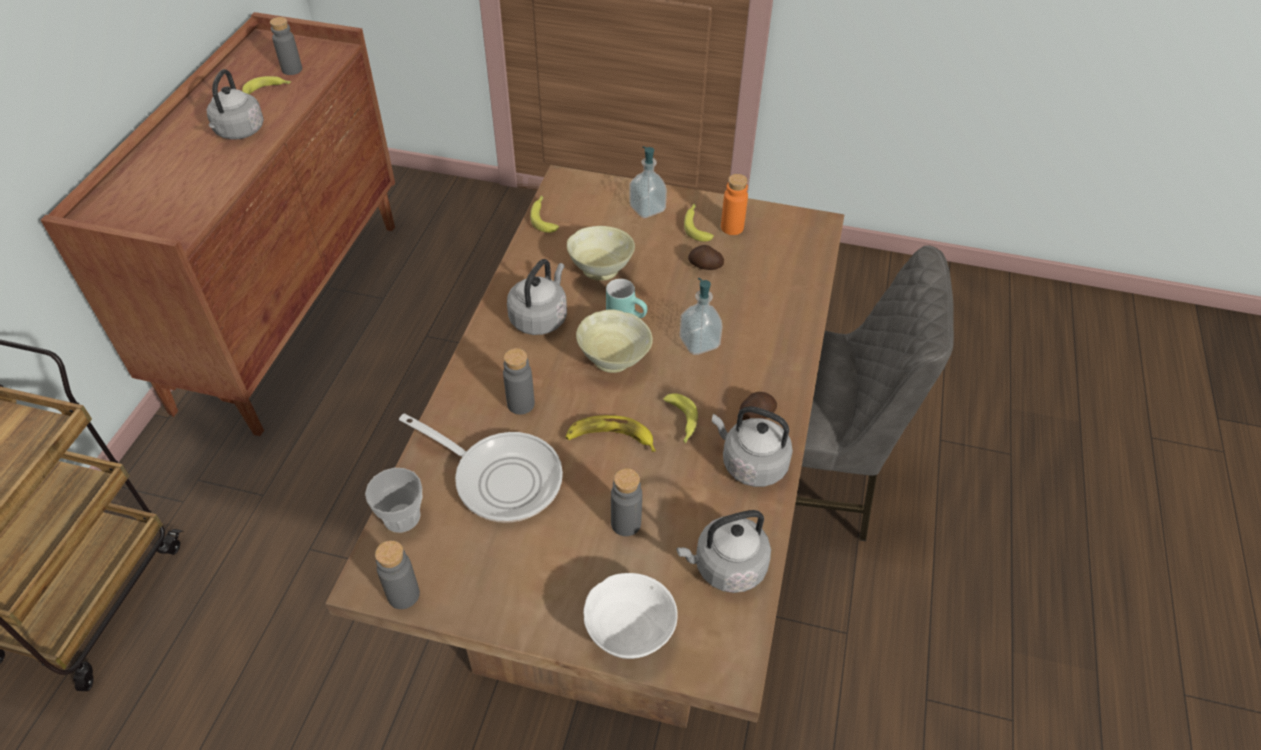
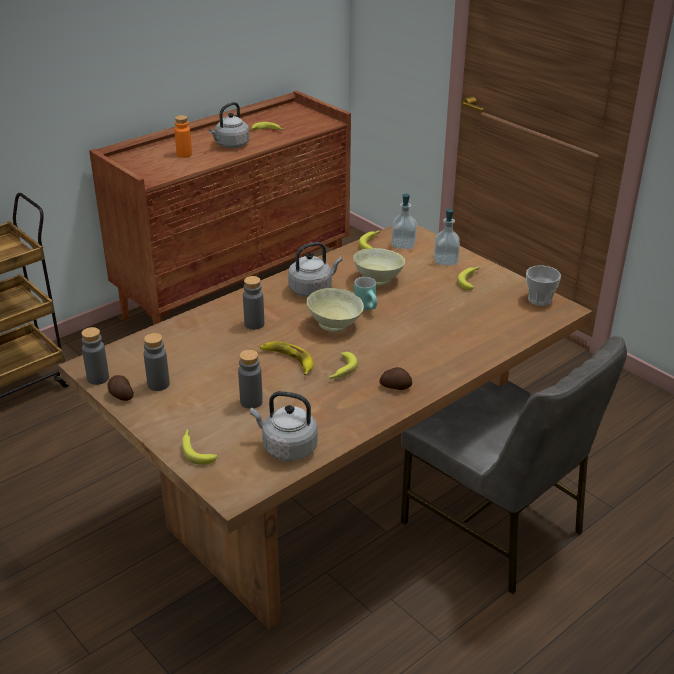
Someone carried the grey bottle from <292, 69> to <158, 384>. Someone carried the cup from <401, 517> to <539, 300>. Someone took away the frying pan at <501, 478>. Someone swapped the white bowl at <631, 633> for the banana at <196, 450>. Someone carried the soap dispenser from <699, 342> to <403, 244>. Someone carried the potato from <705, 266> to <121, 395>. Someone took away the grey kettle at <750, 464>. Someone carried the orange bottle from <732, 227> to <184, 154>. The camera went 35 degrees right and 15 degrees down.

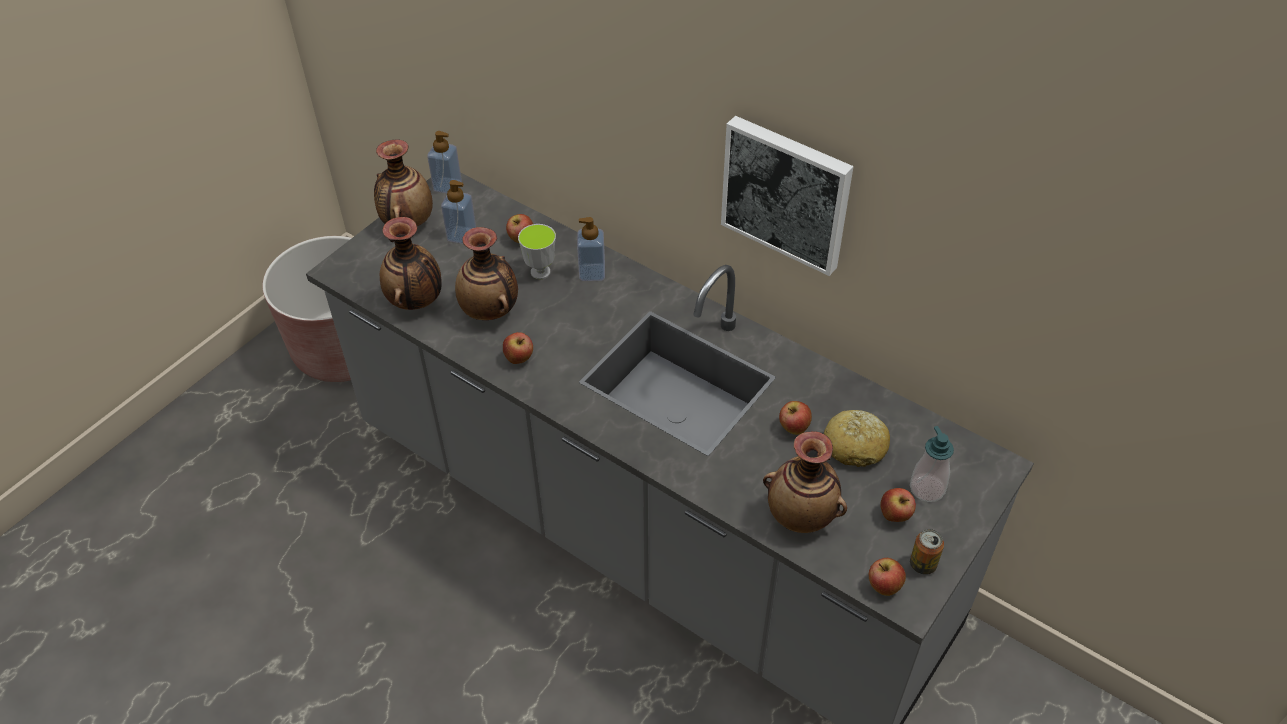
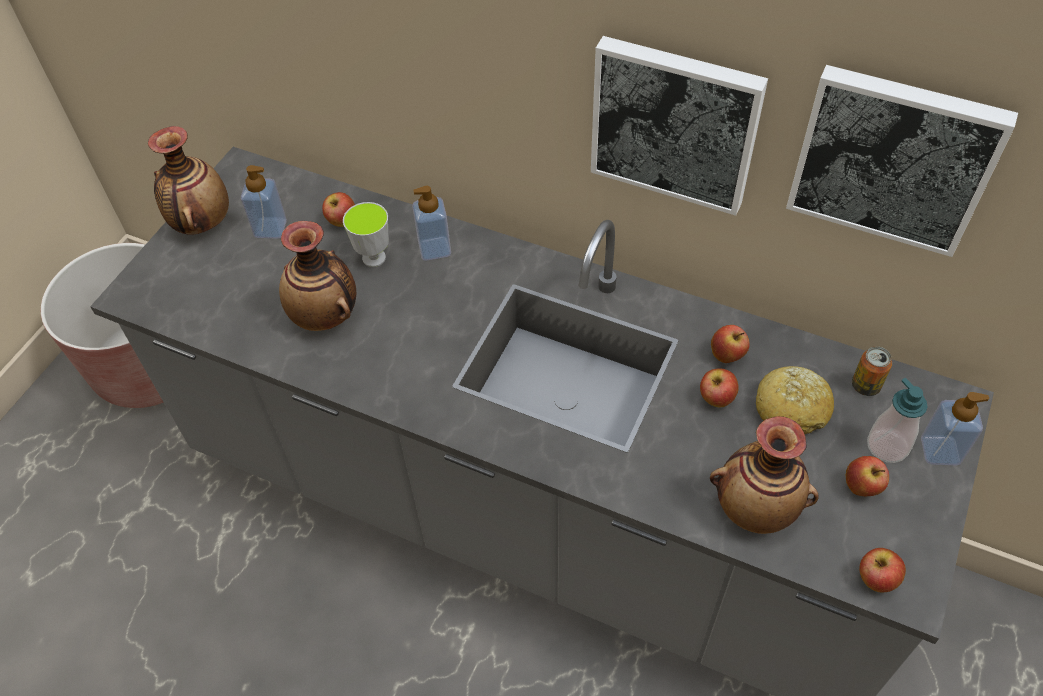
Someone took away the vase at <416, 301>. Someone carried the soap dispenser from <447, 186> to <940, 450>. Someone carried the apple from <519, 359> to <727, 355>. Someone carried the can from <922, 564> to <865, 386>. Someone put up the picture at <894, 158>. The camera went 10 degrees left and 5 degrees up.

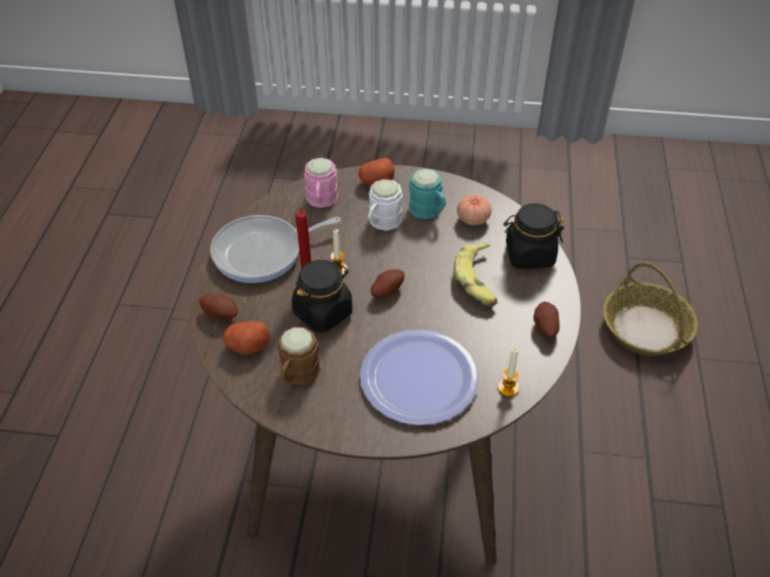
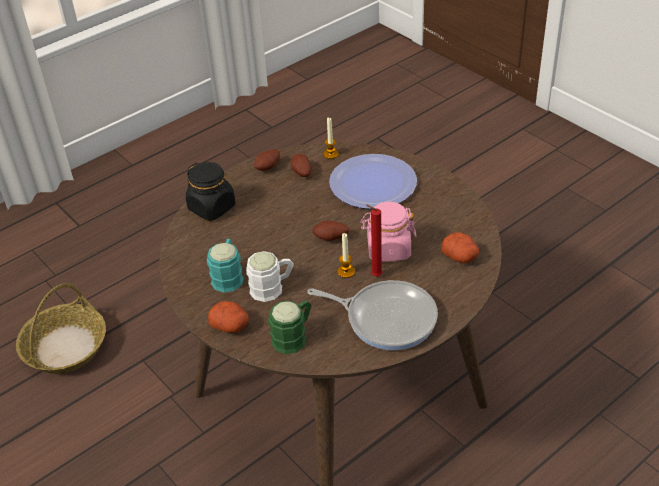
Someone carried the potato from <221, 314> to <301, 173>. Someone took away the brown mug at <297, 375>. Someone repainted the black jar at <323, 312>, which became the pink jar at <388, 249>. Someone repainted the pink mug at <321, 201>, which became the green mug at <294, 336>. Someone took away the banana at <477, 281>. Someone took away the tomato at <473, 219>. The camera went 135 degrees left and 5 degrees down.

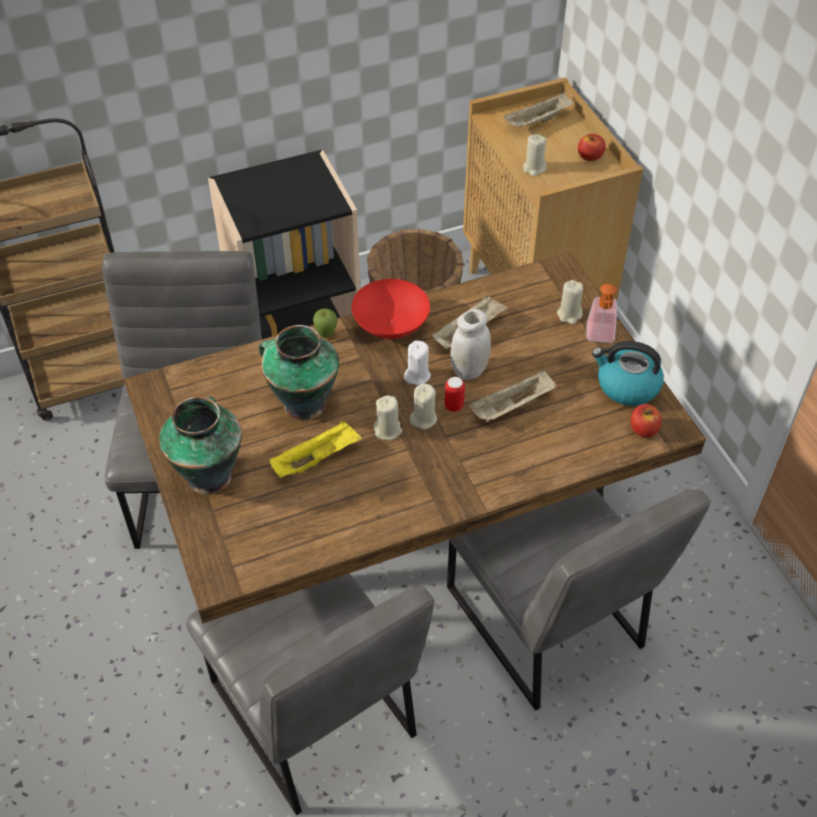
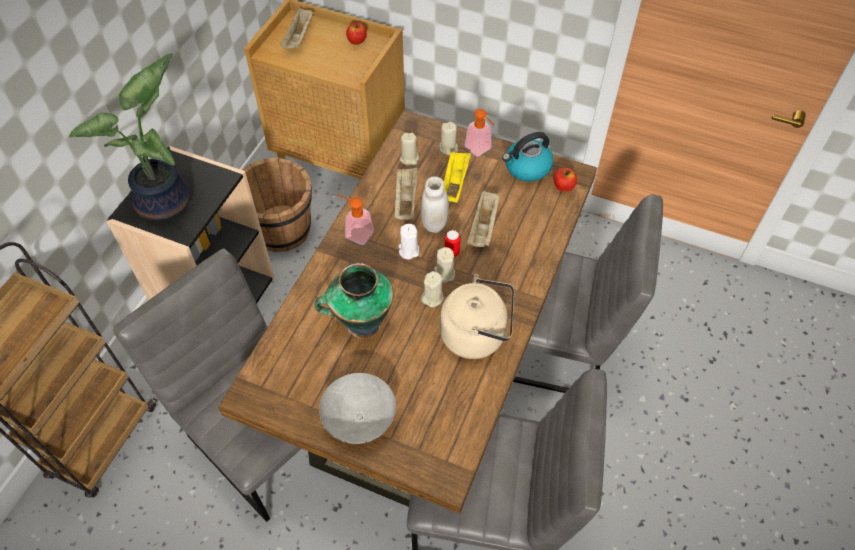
Someone swapped the vase at <210, 475> for the grey bowl at <360, 418>. Someone carried the yellow tray from <317, 459> to <454, 183>. Someone took away the apple at <326, 335>. Someone swapped the red bowl at <390, 327> for the soap dispenser at <355, 233>. Someone carried the beige candle from <534, 168> to <409, 159>. Someone put down the potted plant at <168, 202>. Someone put down the beige kettle at <477, 335>. The camera went 45 degrees left and 5 degrees up.

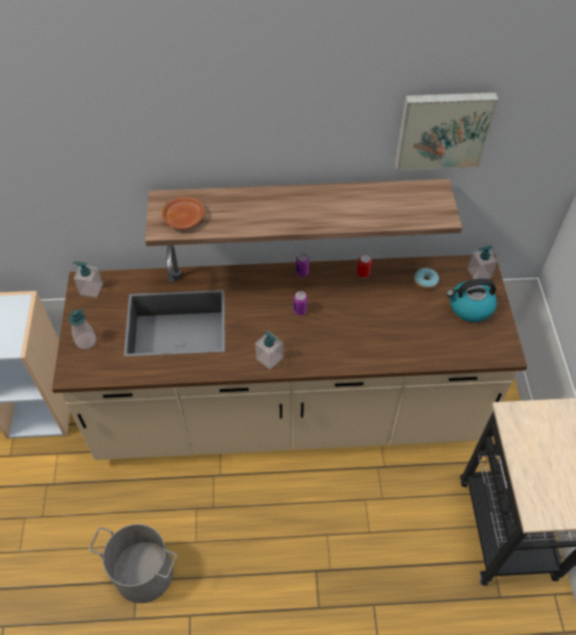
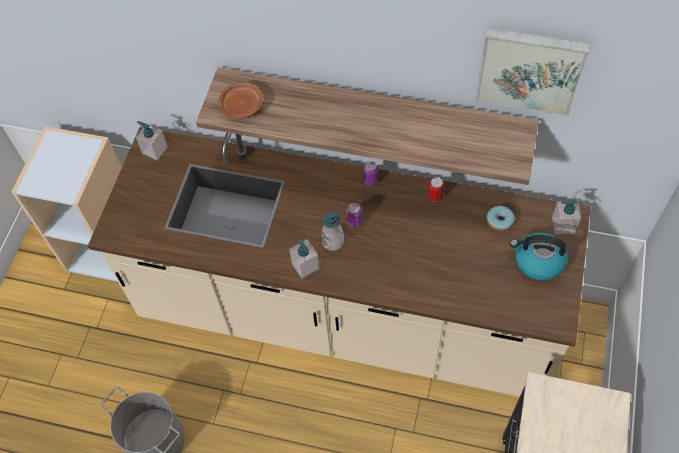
Someone carried the soap dispenser from <86, 341> to <333, 241>. The camera went 20 degrees right and 5 degrees up.

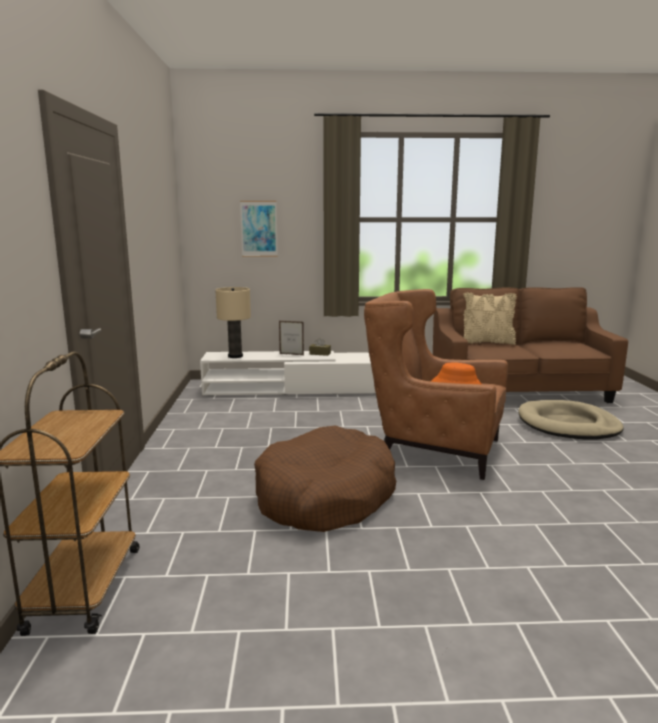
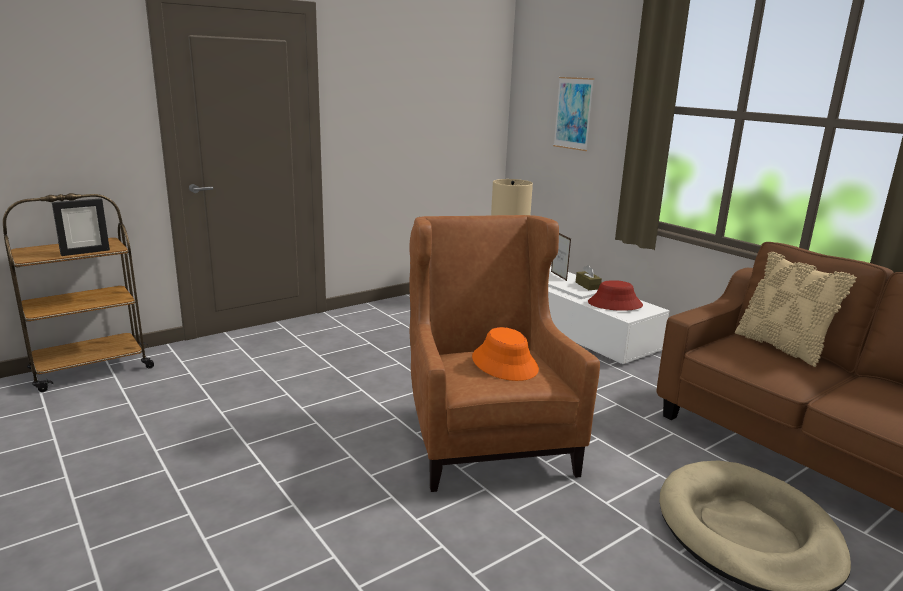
Someone took away the brown dog bed at <325, 497>. Someone put down the picture frame at <85, 252>. Someone put down the red hat at <615, 304>. The camera went 55 degrees right and 5 degrees up.

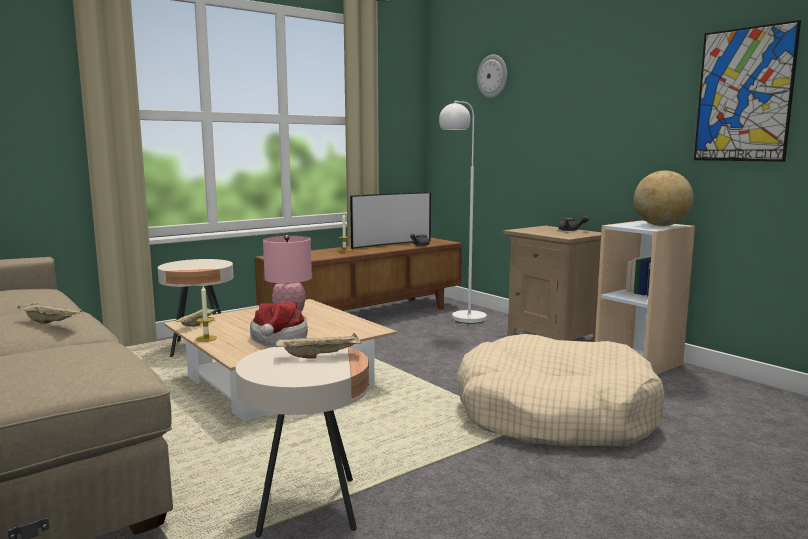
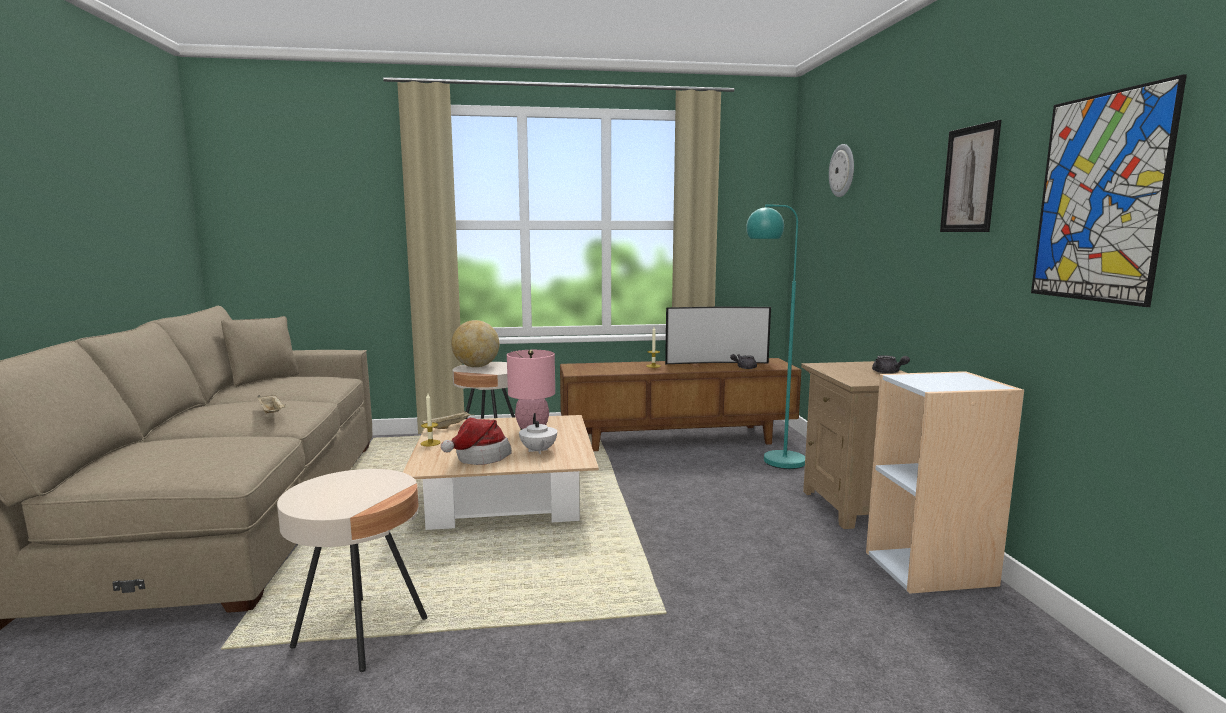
Someone took away the beige tray at <320, 356>. Someone repainted the white floor lamp at <462, 321>, which became the turquoise floor lamp at <773, 463>. Someone took away the beige dog bed at <554, 415>. Someone carried the globe from <661, 226> to <476, 366>. Someone put down the white teapot at <538, 451>. Someone put up the picture at <969, 179>. The camera went 30 degrees right and 0 degrees up.

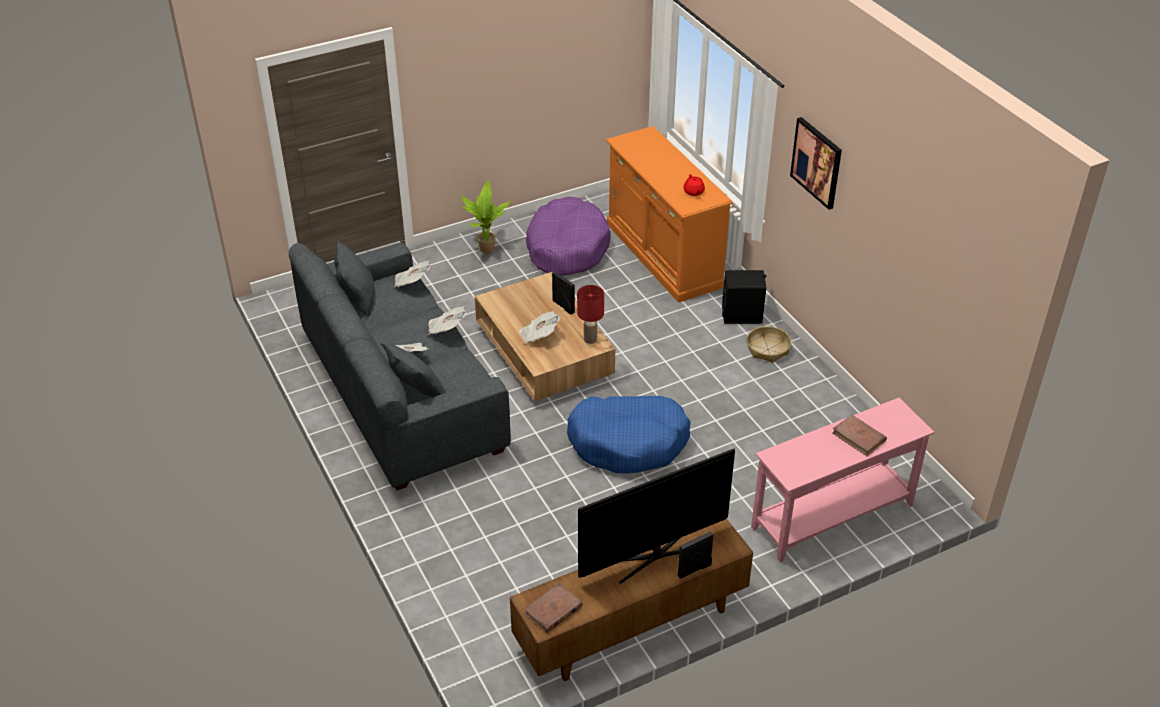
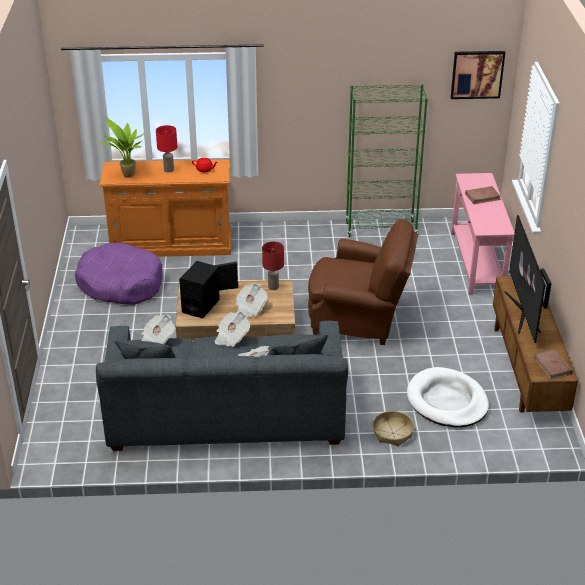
Someone carried the potted plant from <485, 250> to <127, 176>. Someone swapped the blue dog bed at <628, 442> for the brown armchair at <360, 319>. Someone carried the black speaker from <742, 315> to <200, 306>. Someone carried the basket from <768, 349> to <392, 433>. Someone carried the picture from <817, 162> to <477, 74>. Someone put down the red table lamp at <169, 170>. Someone put down the green bookcase at <381, 229>. Someone put down the white dog bed at <447, 401>. The camera went 65 degrees left and 5 degrees down.

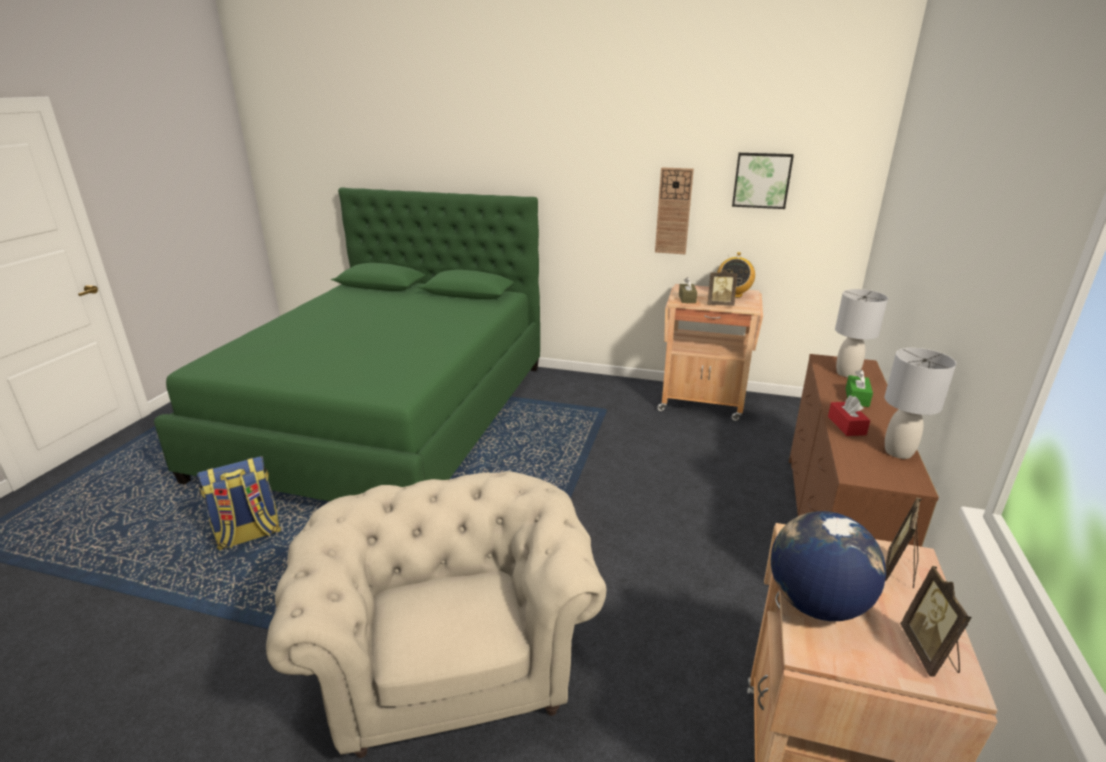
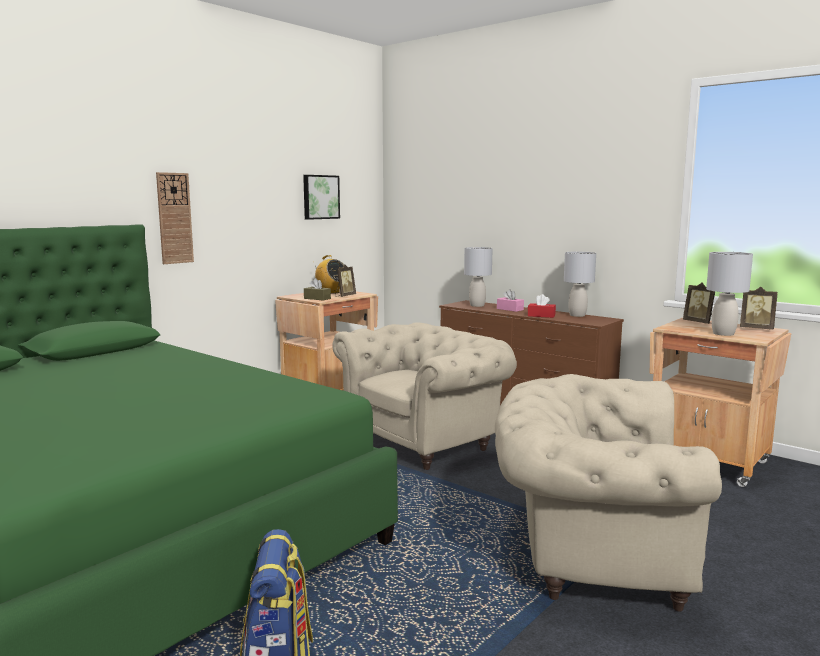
Someone carried the wall clock from <673, 211> to <174, 218>. Someone swapped the globe at <815, 603> for the grey table lamp at <723, 334>. Someone repainted the green tissue box at <857, 397>, which became the pink tissue box at <510, 309>. Someone put down the beige armchair at <427, 440>. The camera went 65 degrees left and 15 degrees down.

